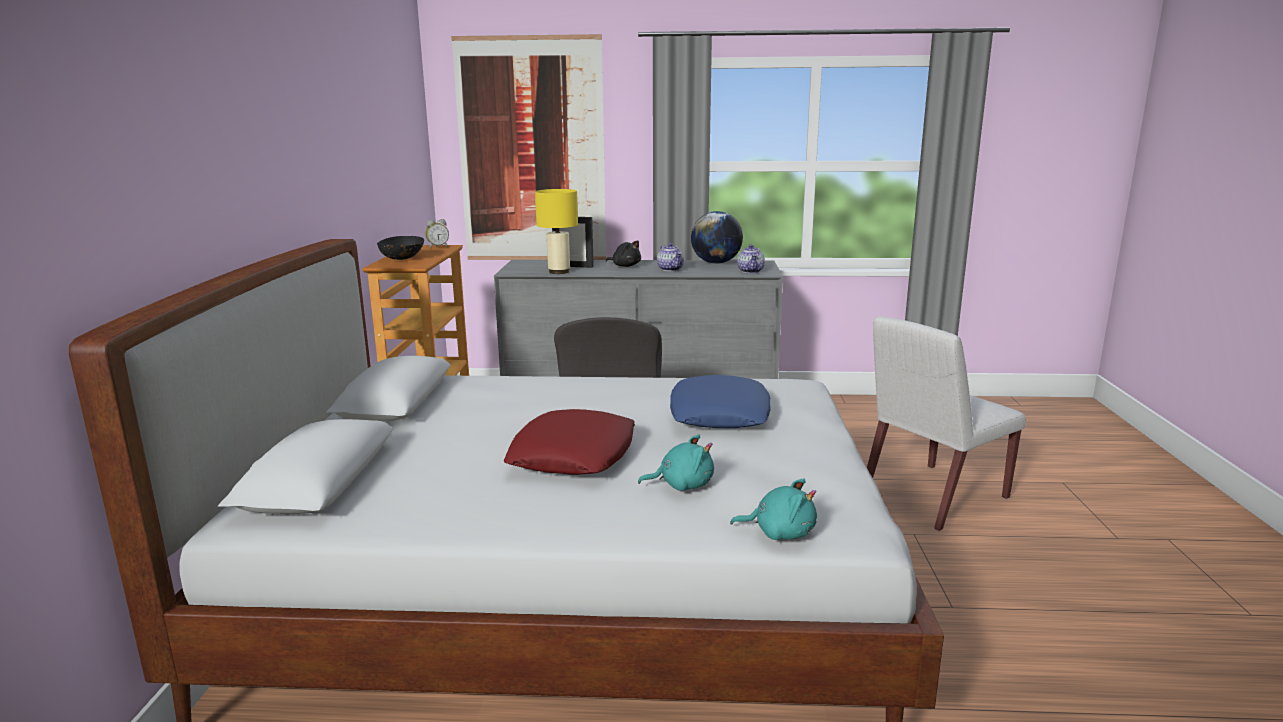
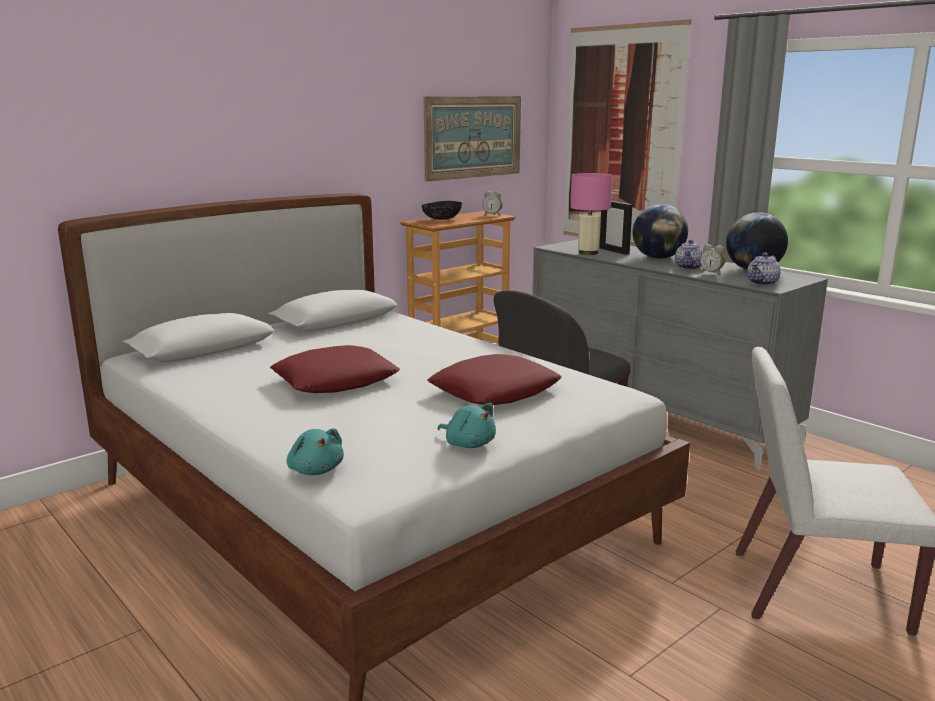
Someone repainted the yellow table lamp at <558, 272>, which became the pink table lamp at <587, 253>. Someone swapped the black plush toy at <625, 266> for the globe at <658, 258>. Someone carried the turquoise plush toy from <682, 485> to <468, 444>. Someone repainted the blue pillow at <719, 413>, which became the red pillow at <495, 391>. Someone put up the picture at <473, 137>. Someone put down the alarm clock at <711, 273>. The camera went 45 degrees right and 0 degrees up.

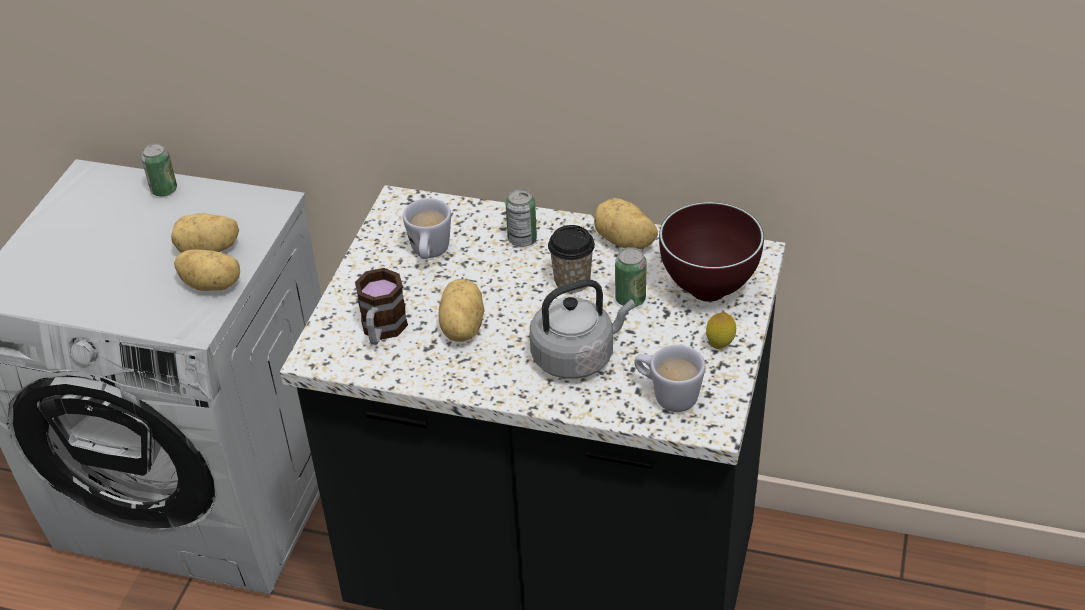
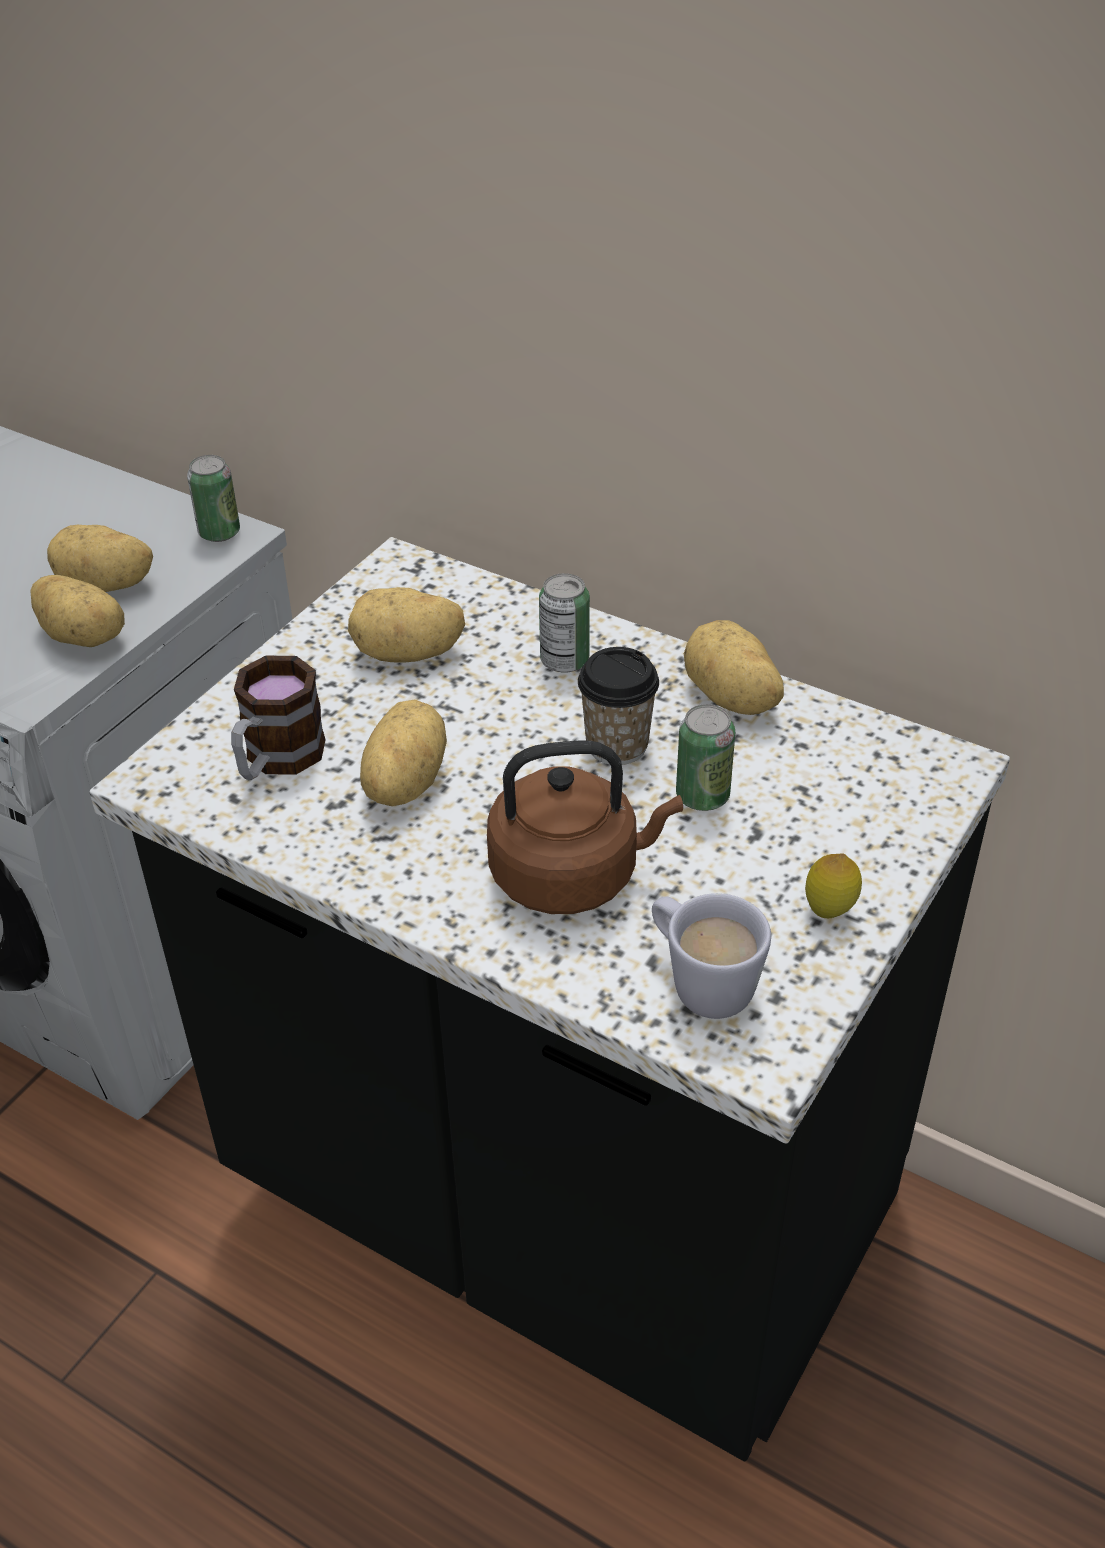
Someone carried the can from <164, 190> to <219, 533>. Someone swapped the white mug at <429, 254> for the potato at <408, 654>. Someone repainted the grey kettle at <577, 356>, which became the brown kettle at <572, 875>. Someone took away the brown bowl at <706, 291>. The camera went 15 degrees right and 0 degrees up.

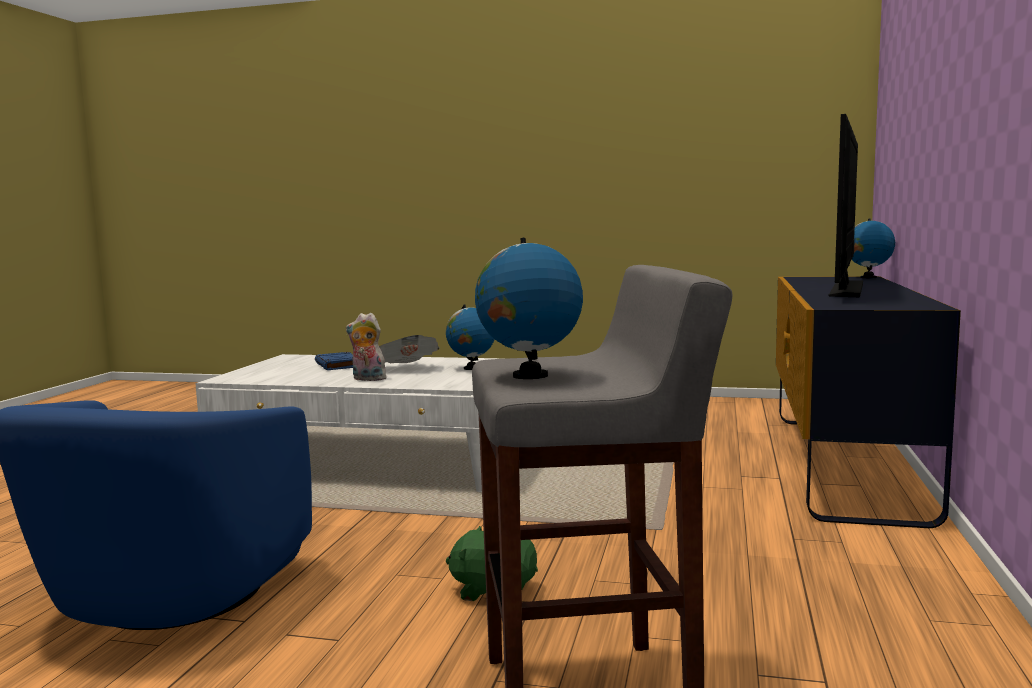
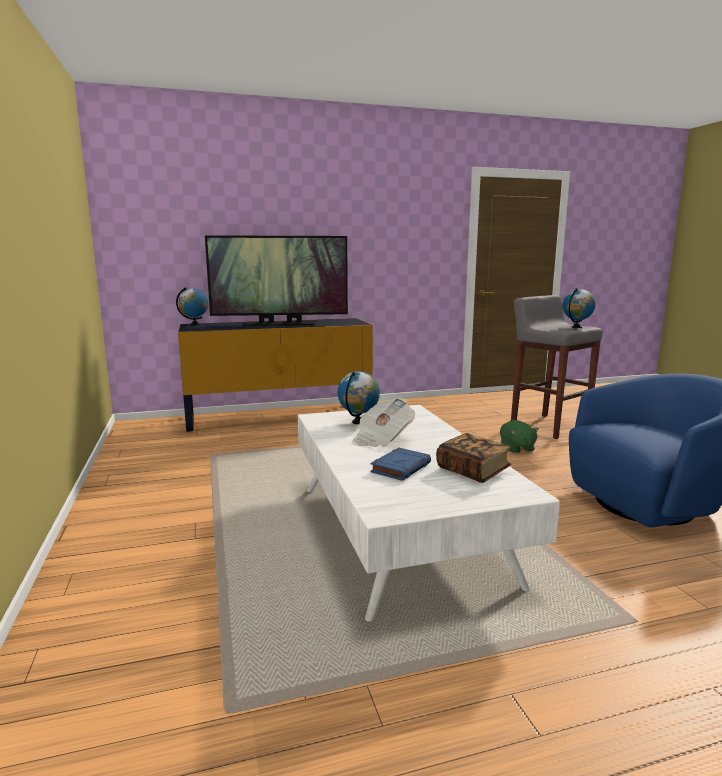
Someone took away the plush toy at <367, 379>. Someone put down the book at <473, 471>. The camera went 120 degrees left and 5 degrees up.

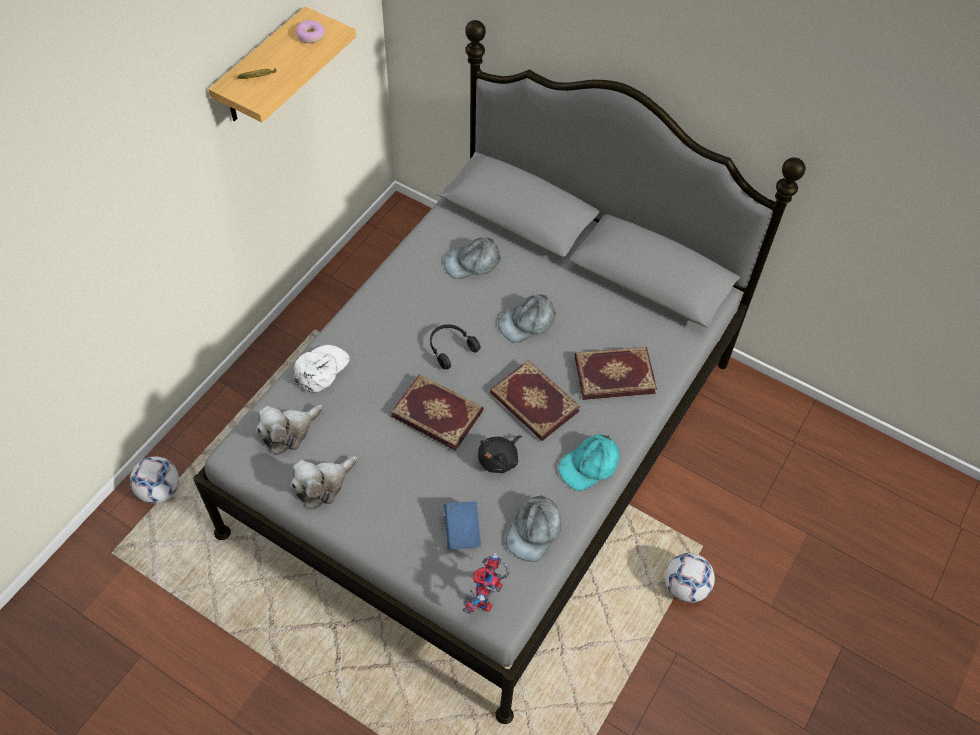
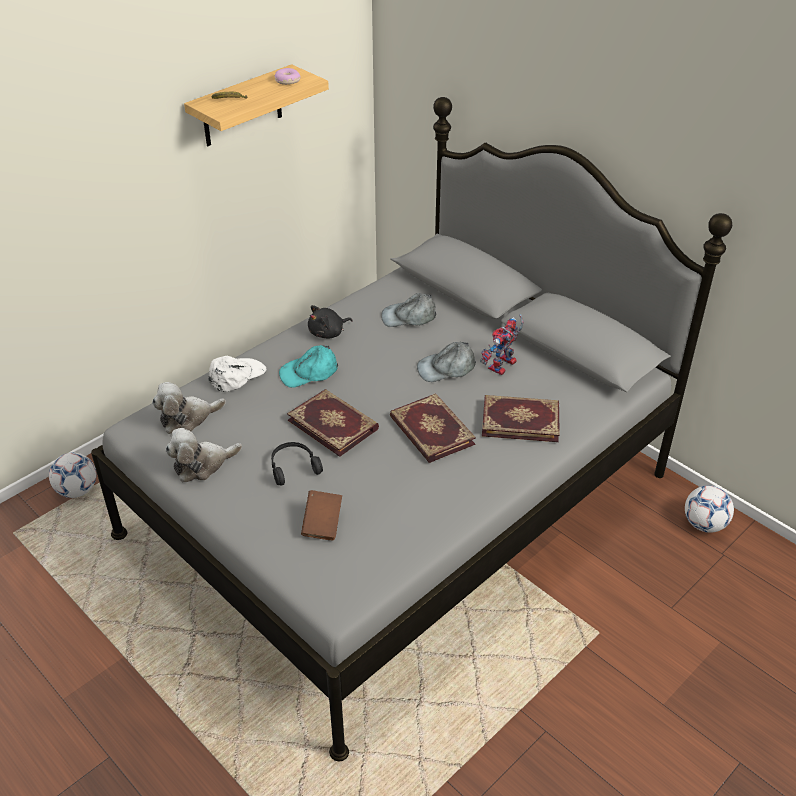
Someone carried the black headphones from <450, 348> to <293, 467>. Someone repainted the blue book at <462, 530>, which became the brown book at <322, 524>. Someone carried the toy robot from <488, 599> to <502, 368>. Someone carried the black plush toy from <499, 459> to <328, 333>. Someone took away the grey cap at <534, 530>. Someone carried the turquoise cap from <589, 465> to <309, 372>. Someone carried the football from <685, 587> to <704, 524>. The camera went 15 degrees right and 15 degrees down.

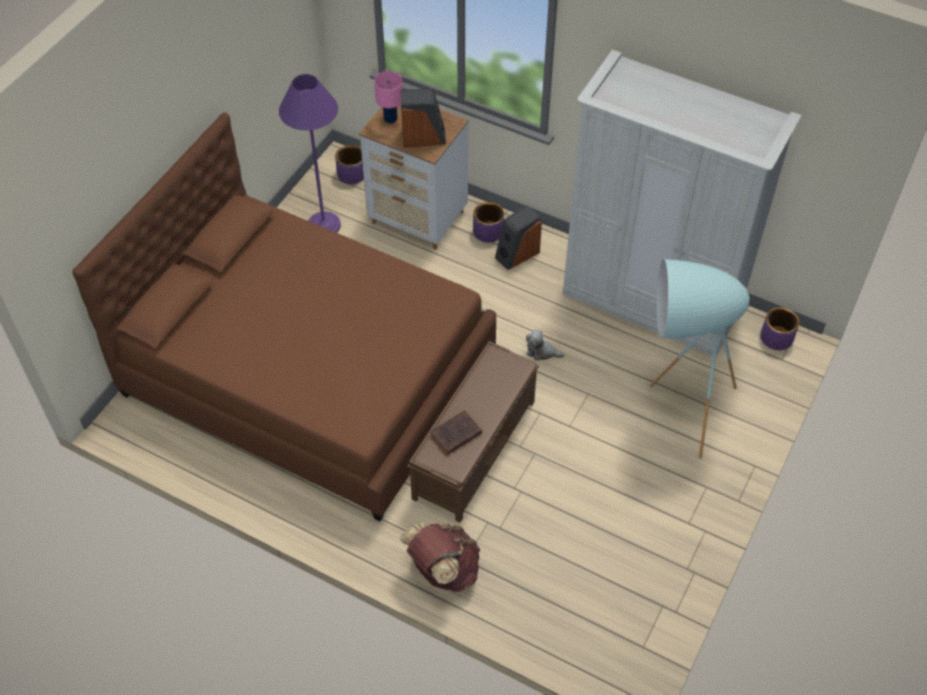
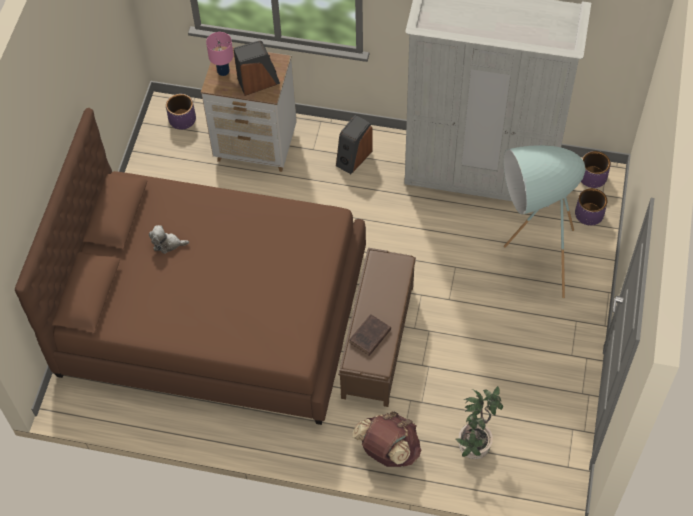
Someone took away the purple floor lamp at <324, 225>. Someone carried the purple planter from <488, 232> to <589, 214>. Someone carried the plush toy from <542, 352> to <167, 244>. Someone put down the potted plant at <475, 446>. The camera went 15 degrees left and 5 degrees up.

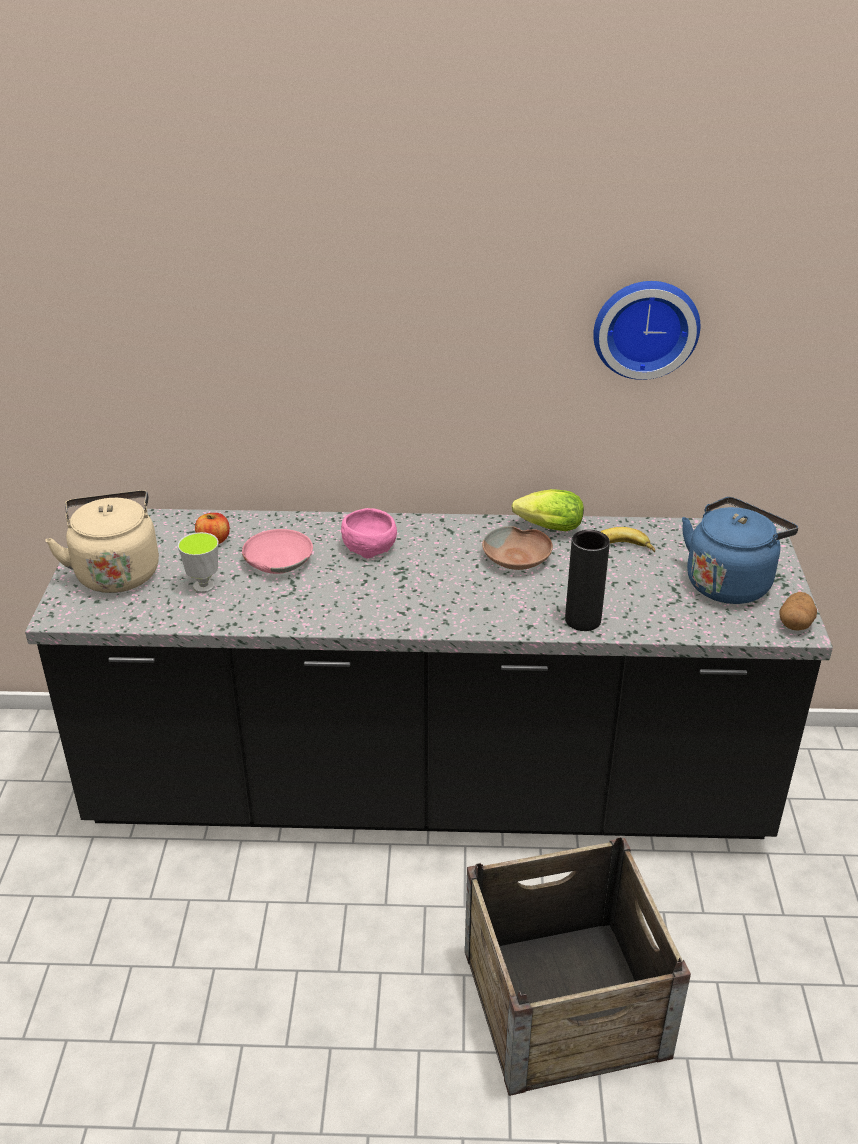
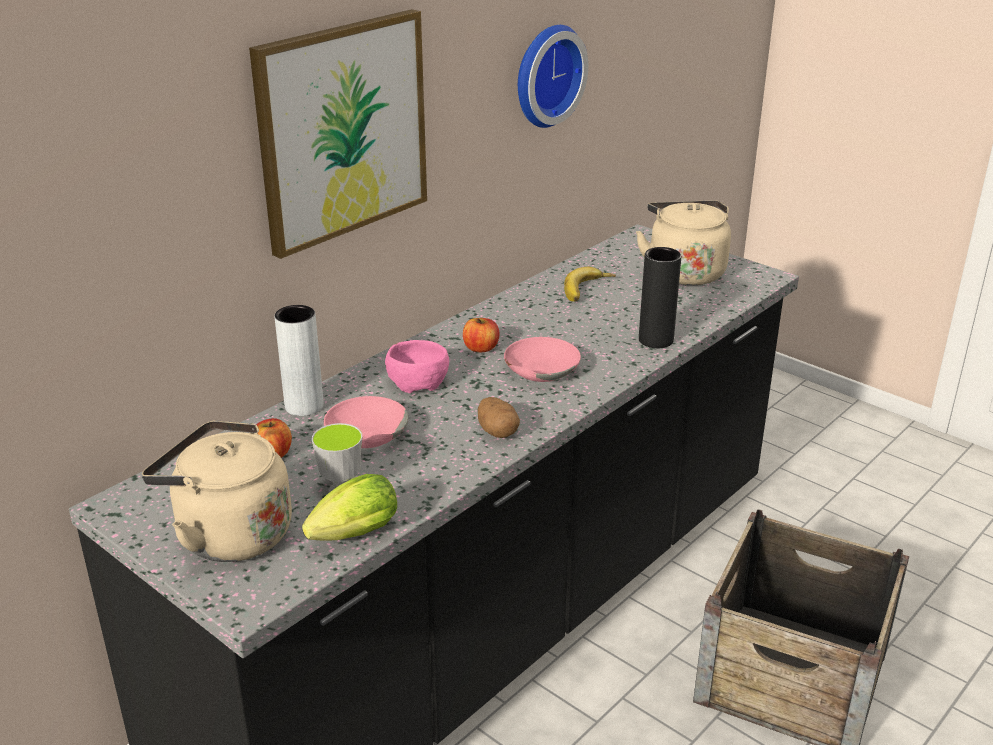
Someone took away the brown bowl at <518, 558>. Someone carried the lettuce from <545, 528> to <351, 536>. Someone repainted the blue kettle at <730, 582>, which became the beige kettle at <684, 271>. Someone carried the potato from <795, 623> to <497, 431>. Someone put up the picture at <342, 130>. Someone put down the grey vase at <304, 406>. Someone put down the apple at <481, 348>. Someone put down the pink bowl at <540, 369>. The camera went 50 degrees left and 5 degrees down.

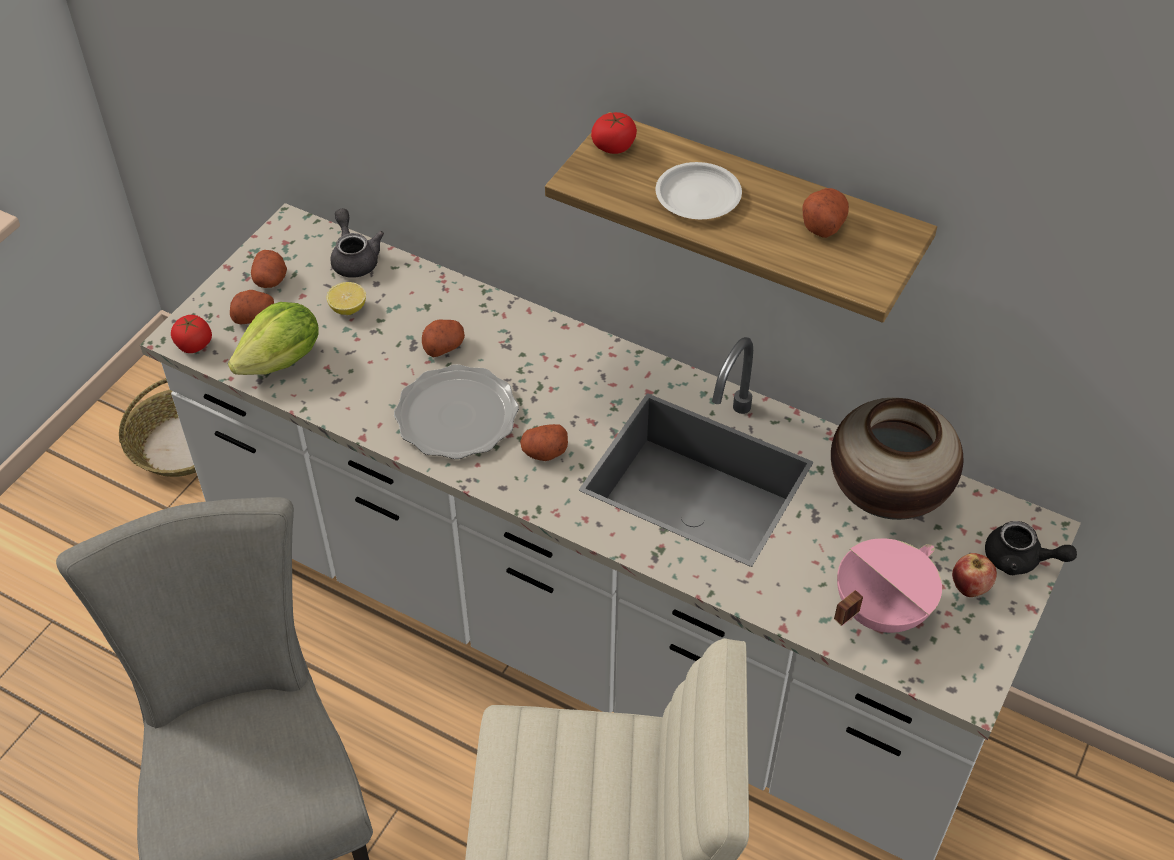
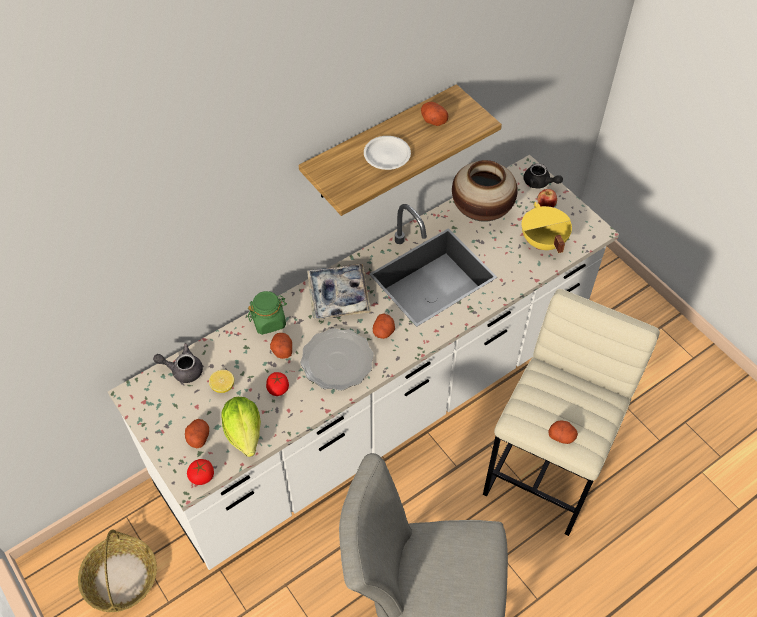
Someone carried the potato from <270, 280> to <562, 436>. Someone carried the tomato from <614, 145> to <278, 388>. Someone repainted the pink cooking pot at <879, 609>, which became the yellow cooking pot at <542, 242>. Someone rotated the black teapot at <1020, 560> by 75 degrees clockwise. Someone put down the green jar at <269, 321>. Someone put down the tray at <338, 296>. The camera went 65 degrees left and 5 degrees up.

